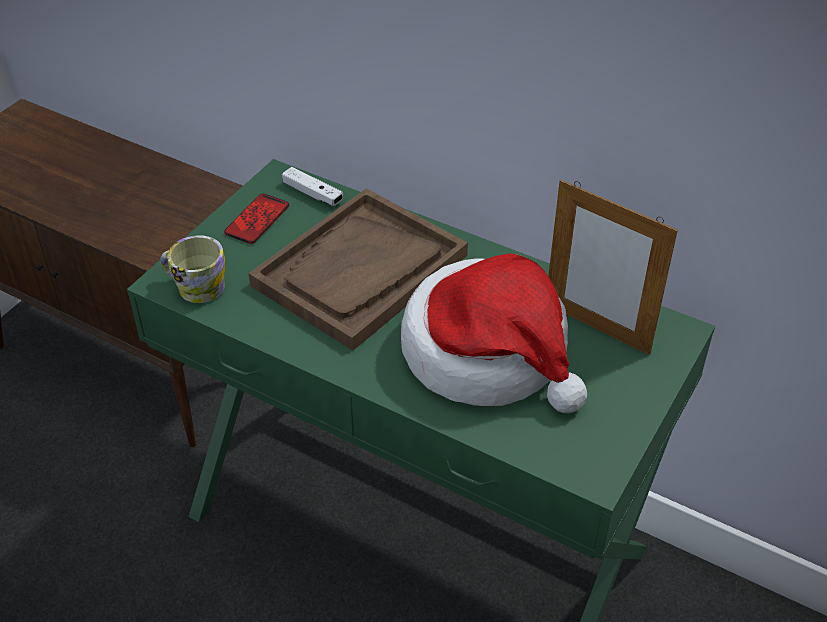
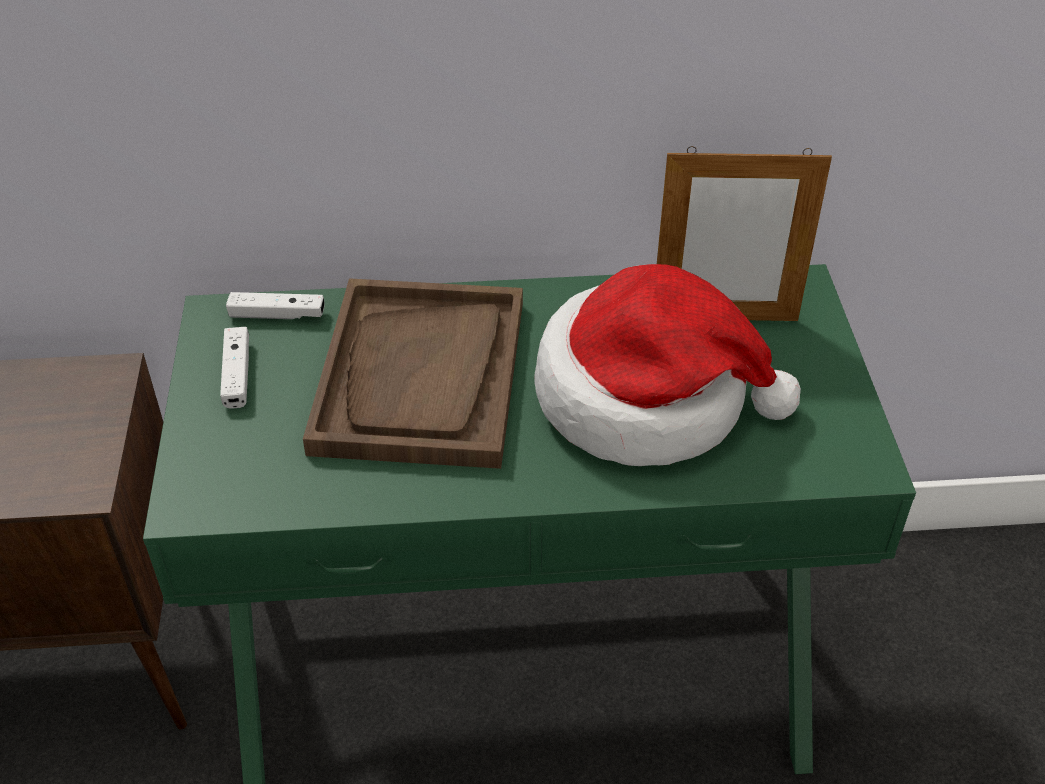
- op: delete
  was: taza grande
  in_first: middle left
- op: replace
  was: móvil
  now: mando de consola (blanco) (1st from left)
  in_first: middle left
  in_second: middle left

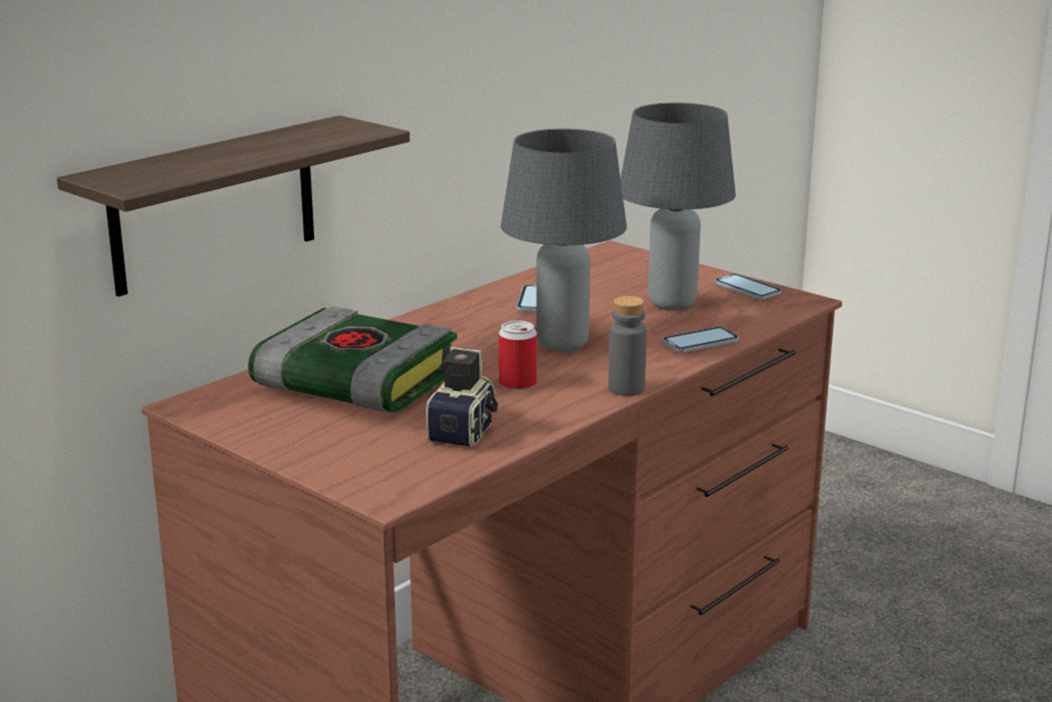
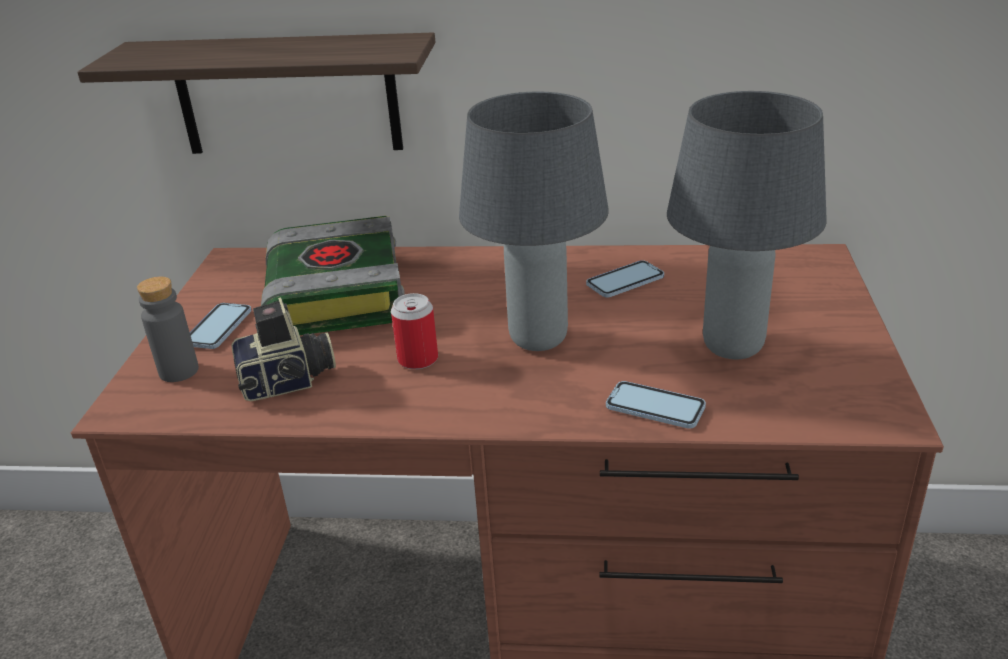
- op: move
  was: botella (gris)
  in_first: centre
  in_second: middle left
- op: move
  was: móvil (3rd from left in the first image)
  now: móvil (1st from left)
  in_first: middle right
  in_second: middle left

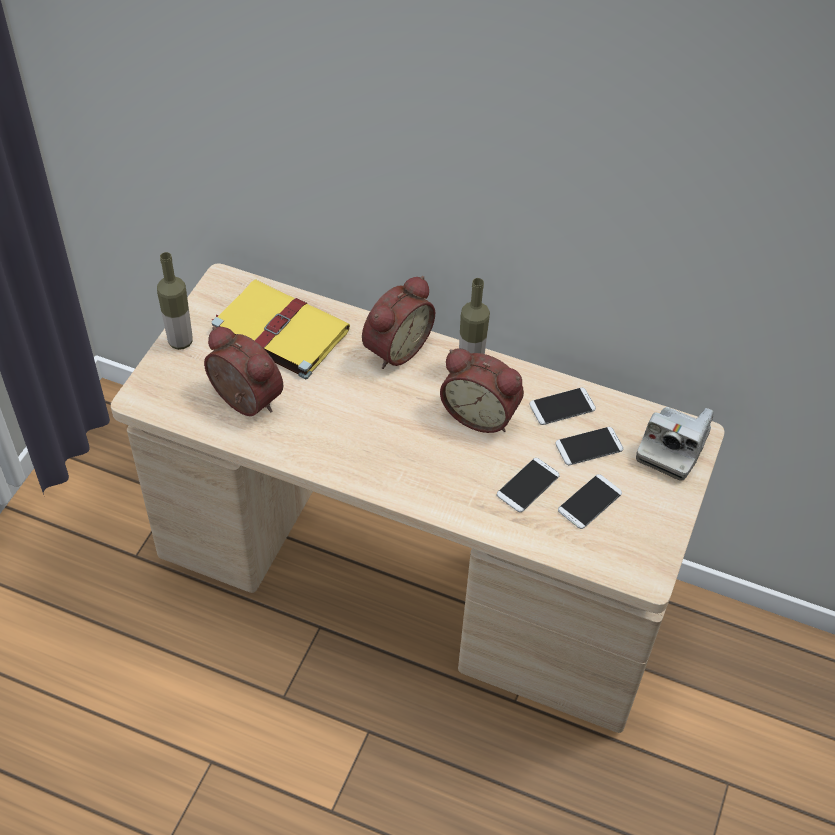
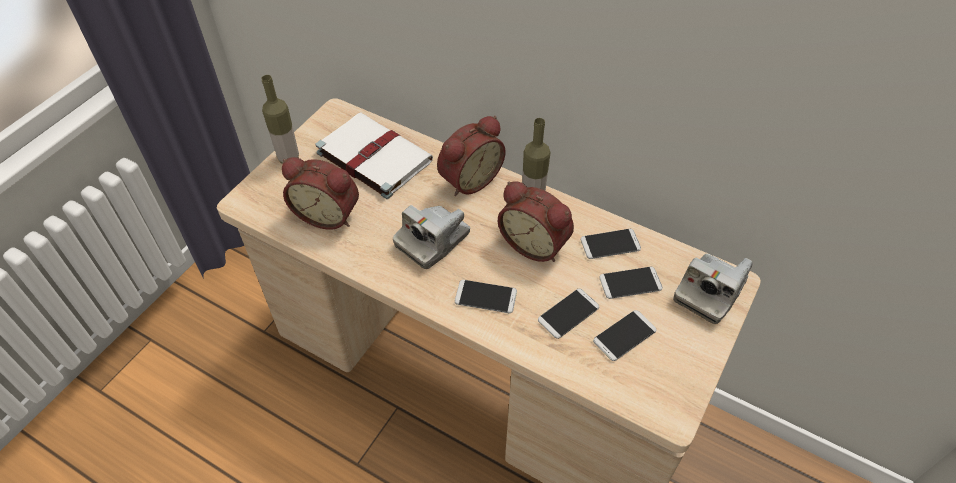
- op: rotate
  was: despertador (1st from left)
  in_first: middle left
  in_second: centre
  clockwise: 150
- op: recolor
  was: libro (amarillo)
  now: libro (blanco)
  in_first: centre
  in_second: top centre
- op: insert
  now: cámara (1st from left)
  in_second: centre
- op: insert
  now: móvil (1st from left)
  in_second: centre

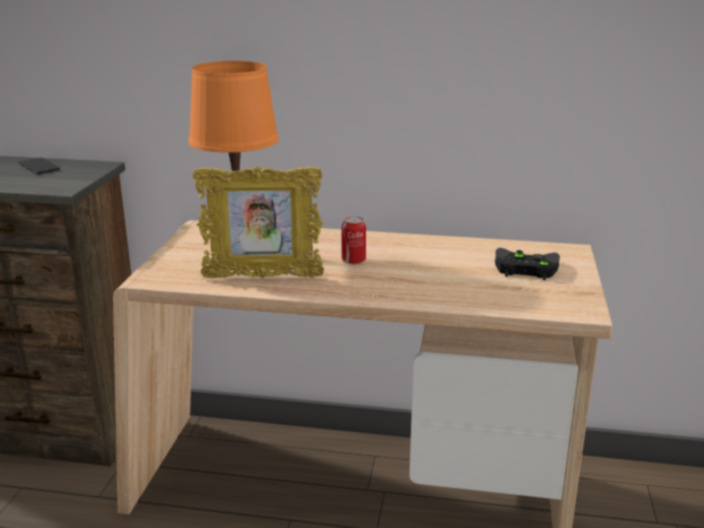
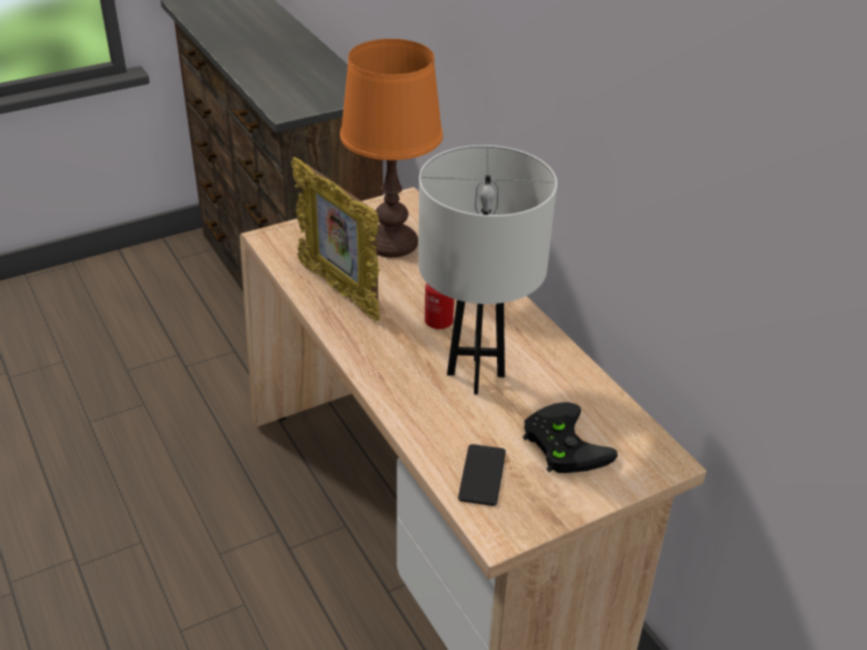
- op: move
  was: móvil
  in_first: top left
  in_second: bottom centre
- op: insert
  now: lámpara de mesa (blanco)
  in_second: centre

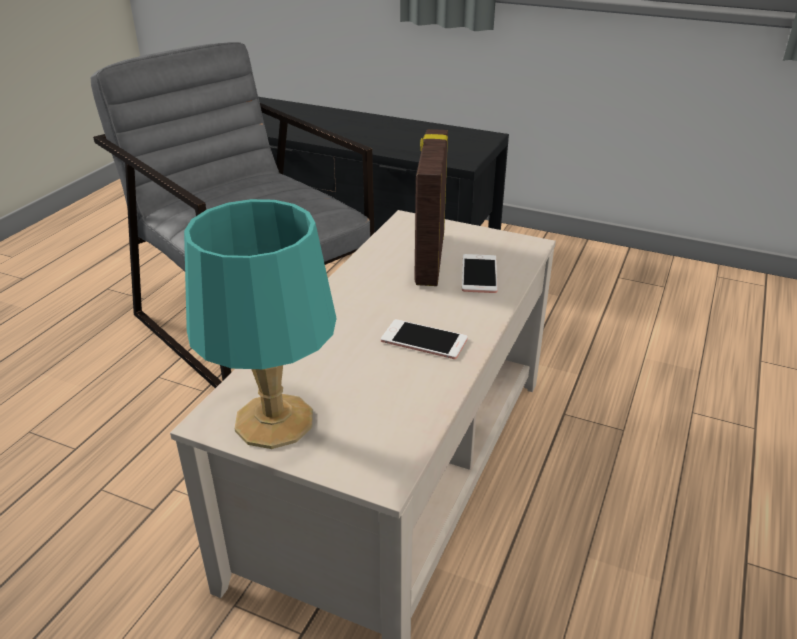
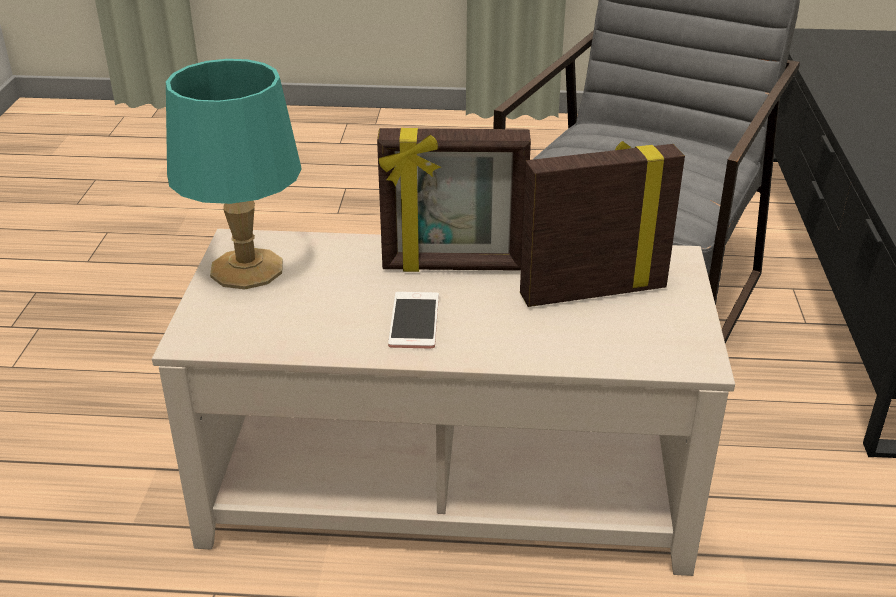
- op: delete
  was: móvil (2nd from left)
  in_first: centre
- op: insert
  now: portarretratos (1st from left)
  in_second: centre

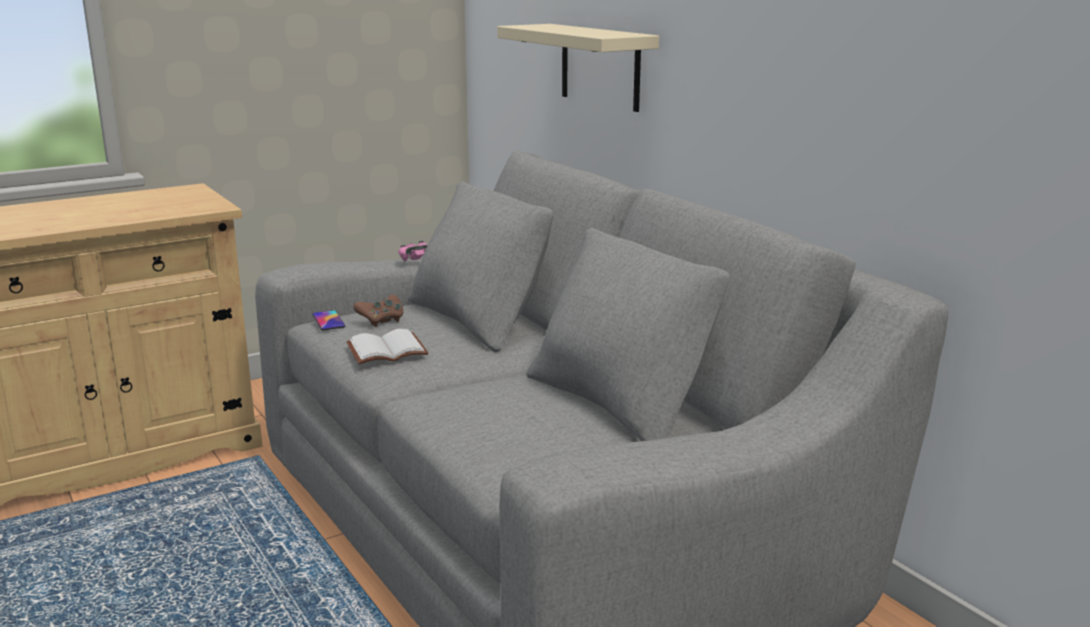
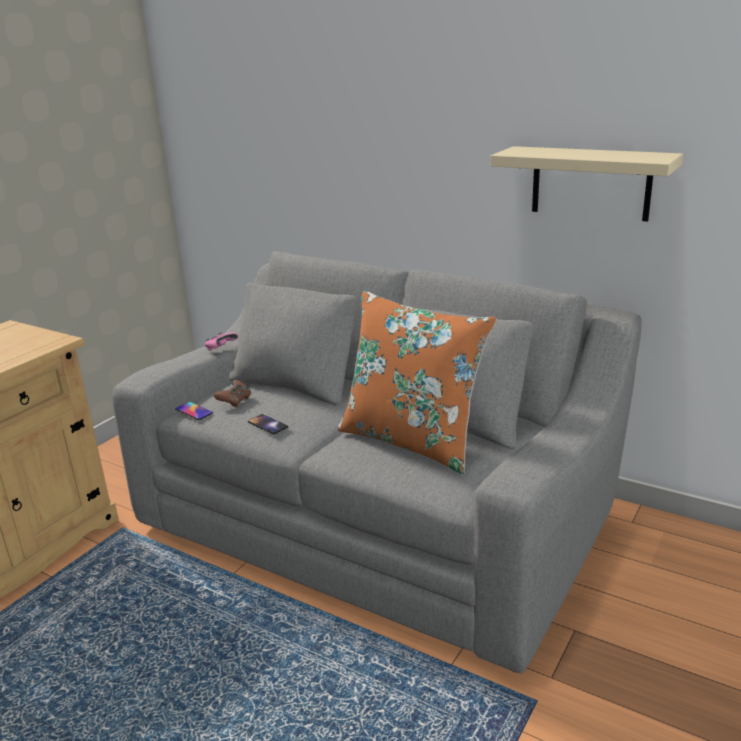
- op: replace
  was: libro (blanco)
  now: móvil (2nd from left)
  in_first: centre
  in_second: centre
- op: move
  was: estante (beis)
  in_first: top centre
  in_second: top right
- op: insert
  now: cojín (naranja)
  in_second: centre

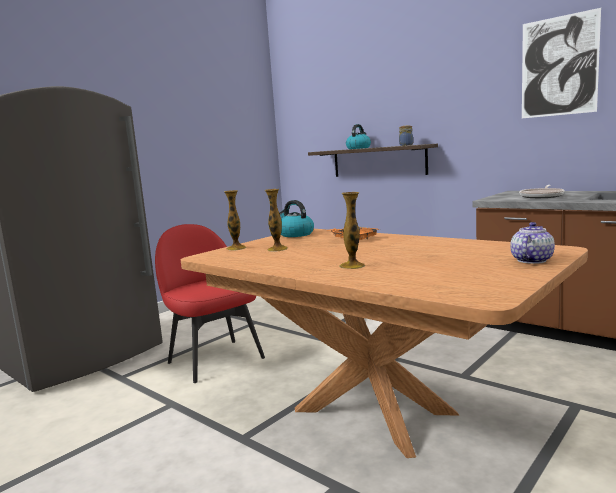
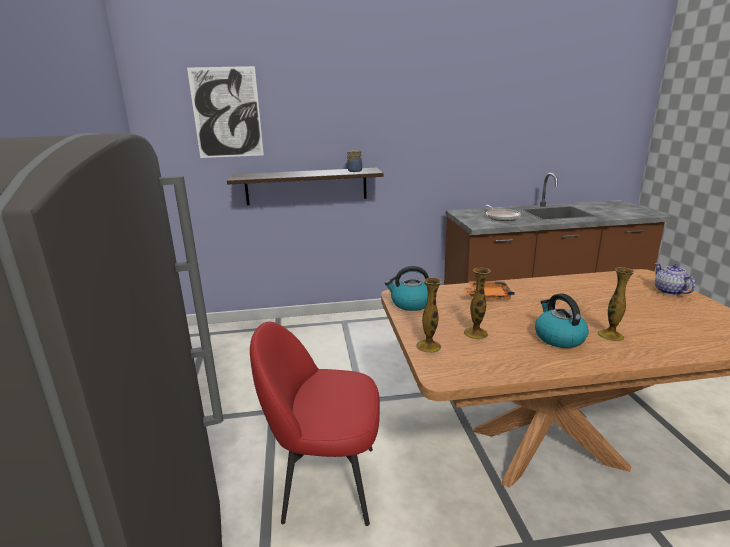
- op: move
  was: hervidor (2nd from left)
  in_first: top centre
  in_second: middle right
- op: move
  was: cuadro
  in_first: top right
  in_second: top left

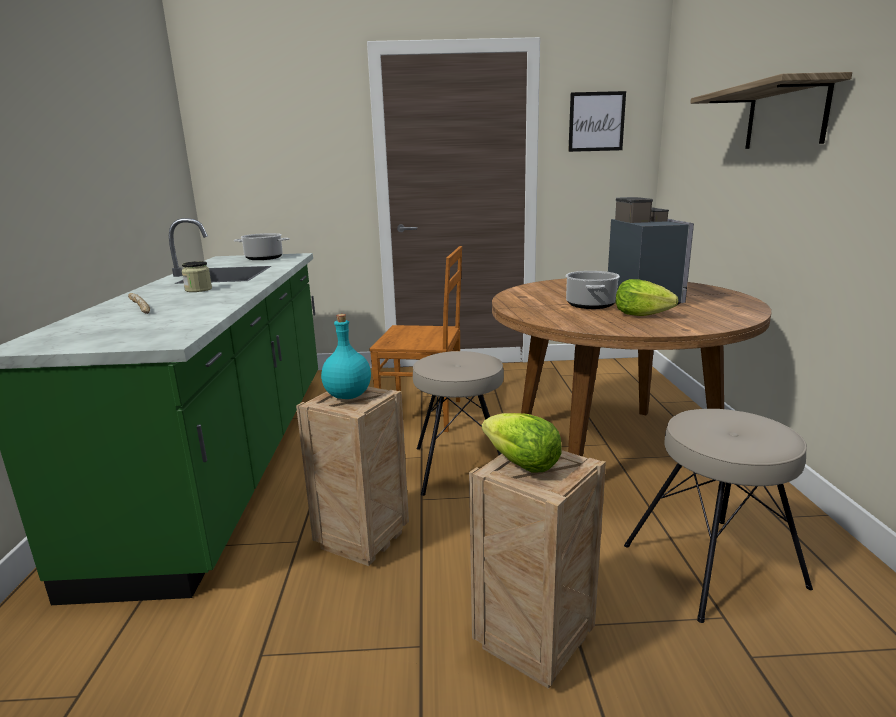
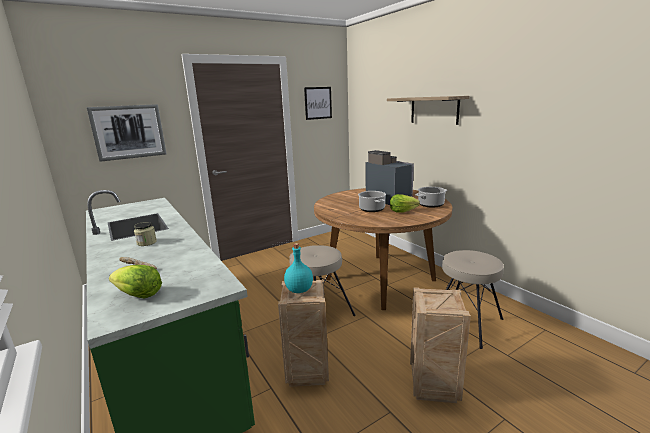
- op: move
  was: olla (1st from left in the first image)
  now: olla (2nd from left)
  in_first: middle left
  in_second: centre
- op: delete
  was: silla (marrón)
  in_first: centre
- op: move
  was: lechuga (1st from left)
  in_first: centre
  in_second: middle left
- op: insert
  now: cuadro (1st from left)
  in_second: top left

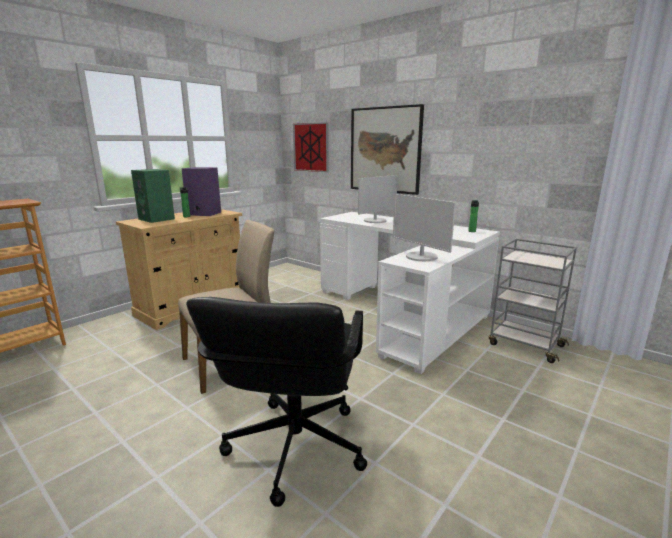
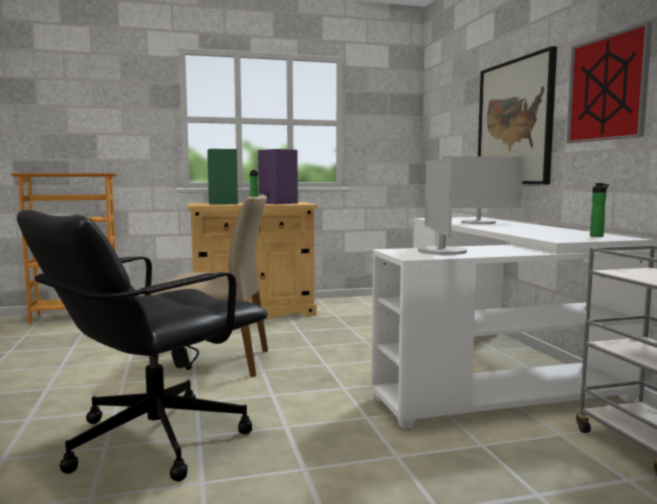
- op: move
  was: cuadro (1st from left in the first image)
  now: cuadro (2nd from left)
  in_first: top centre
  in_second: top right

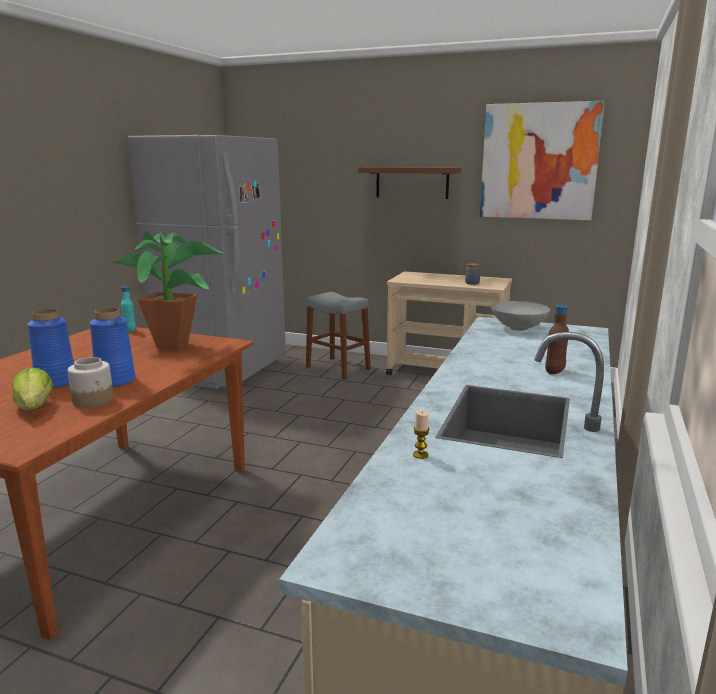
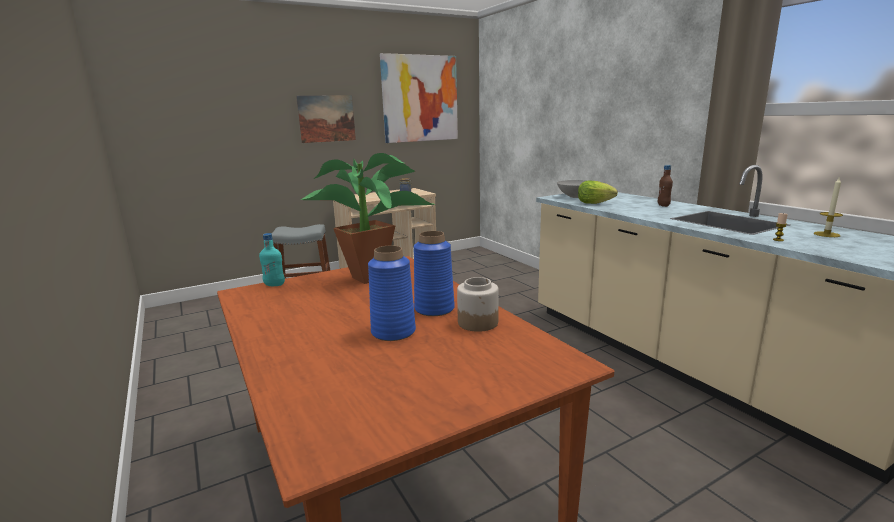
- op: move
  was: lechuga
  in_first: middle left
  in_second: middle right
- op: delete
  was: nevera (gris)
  in_first: middle left
- op: replace
  was: estante (marrón)
  now: cuadro (1st from left)
  in_first: top centre
  in_second: top centre
- op: insert
  now: vela (2nd from left)
  in_second: middle right

